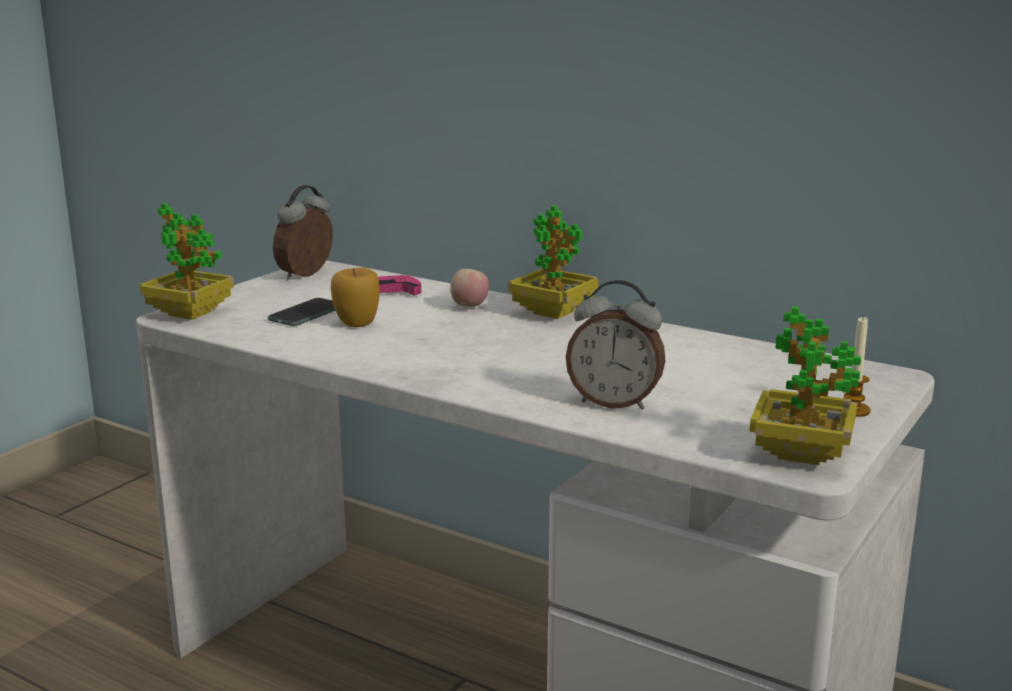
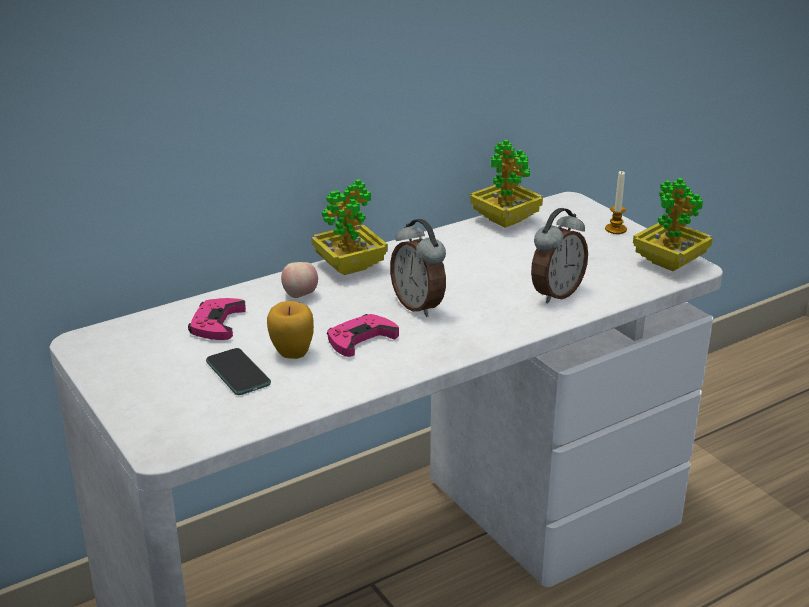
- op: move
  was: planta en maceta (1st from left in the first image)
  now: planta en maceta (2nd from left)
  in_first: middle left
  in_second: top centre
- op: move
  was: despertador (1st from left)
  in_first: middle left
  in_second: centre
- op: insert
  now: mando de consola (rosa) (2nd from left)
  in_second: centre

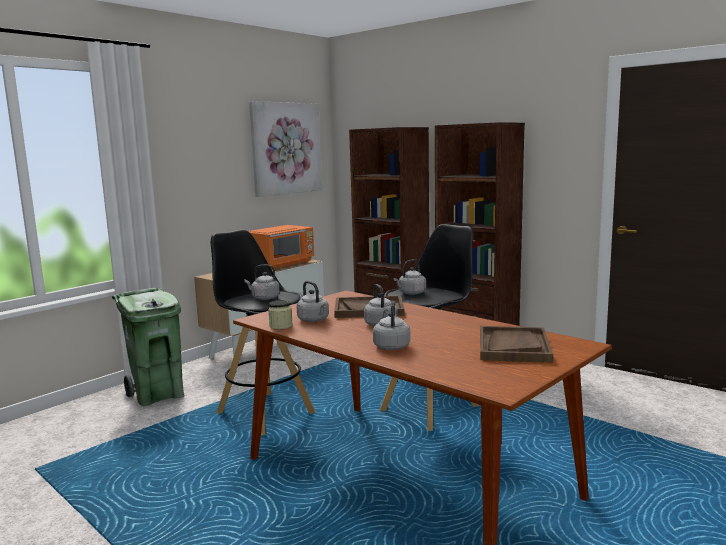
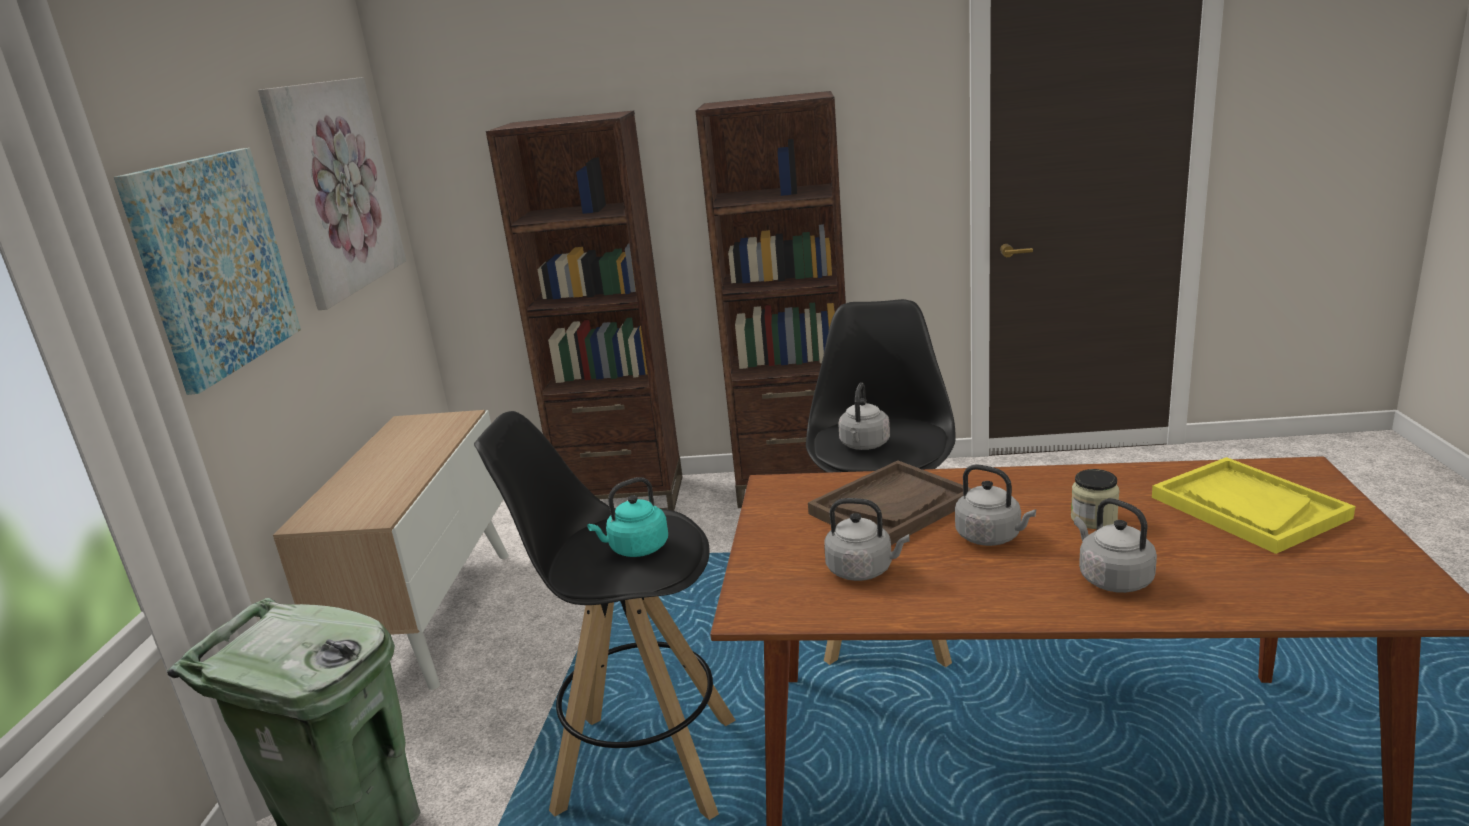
- op: recolor
  was: hervidor (gris) (1st from left)
  now: hervidor (turquesa)
  in_first: centre
  in_second: centre
- op: delete
  was: microondas (naranja)
  in_first: centre
- op: move
  was: tarro
  in_first: centre
  in_second: middle right
- op: recolor
  was: bandeja (marrón) (2nd from left)
  now: bandeja (amarillo)
  in_first: middle right
  in_second: middle right
- op: insert
  now: cuadro (1st from left)
  in_second: top left

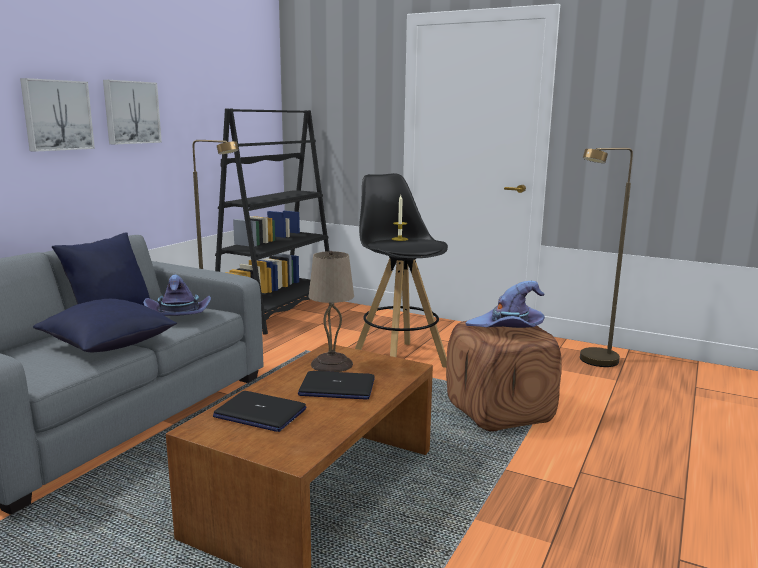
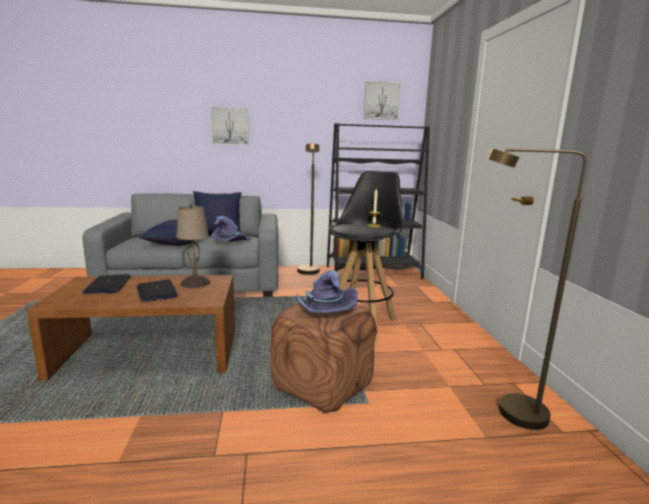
- op: move
  was: cuadro (2nd from left)
  in_first: top left
  in_second: top centre

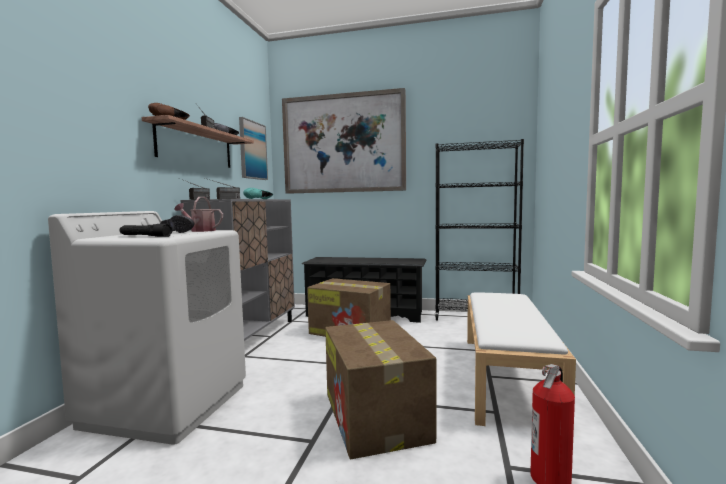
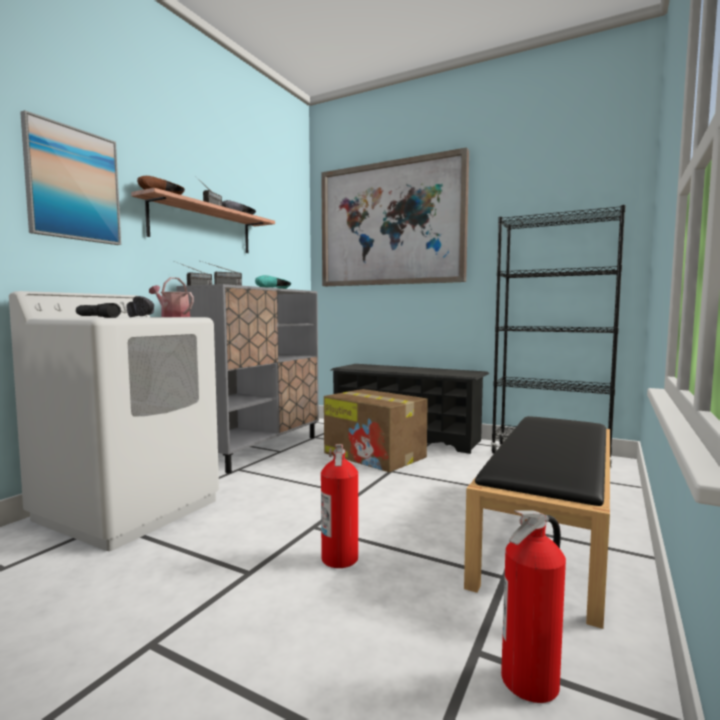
- op: move
  was: cuadro (1st from left)
  in_first: top centre
  in_second: top left
- op: replace
  was: caja de cartón (2nd from left)
  now: extintor (1st from left)
  in_first: bottom centre
  in_second: bottom centre
- op: recolor
  was: banco (blanco)
  now: banco (negro)
  in_first: bottom right
  in_second: bottom right

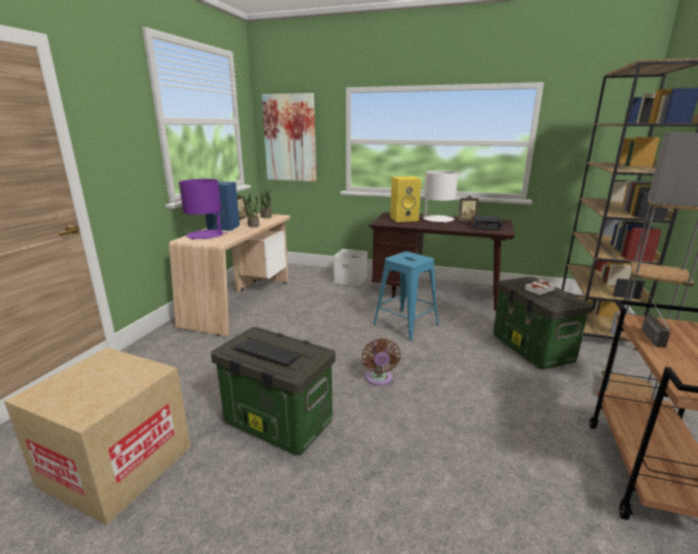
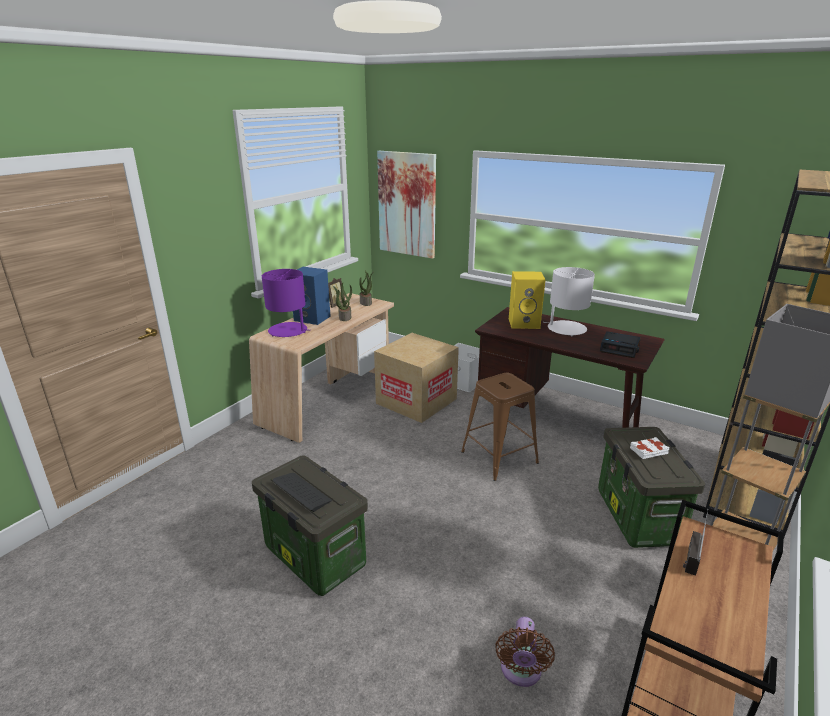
- op: move
  was: caja de cartón
  in_first: bottom left
  in_second: centre
- op: move
  was: ventilador (marrón)
  in_first: centre
  in_second: bottom centre
- op: recolor
  was: taburete (azul)
  now: taburete (marrón)
  in_first: centre
  in_second: centre
- op: delete
  was: portarretratos (2nd from left)
  in_first: middle right

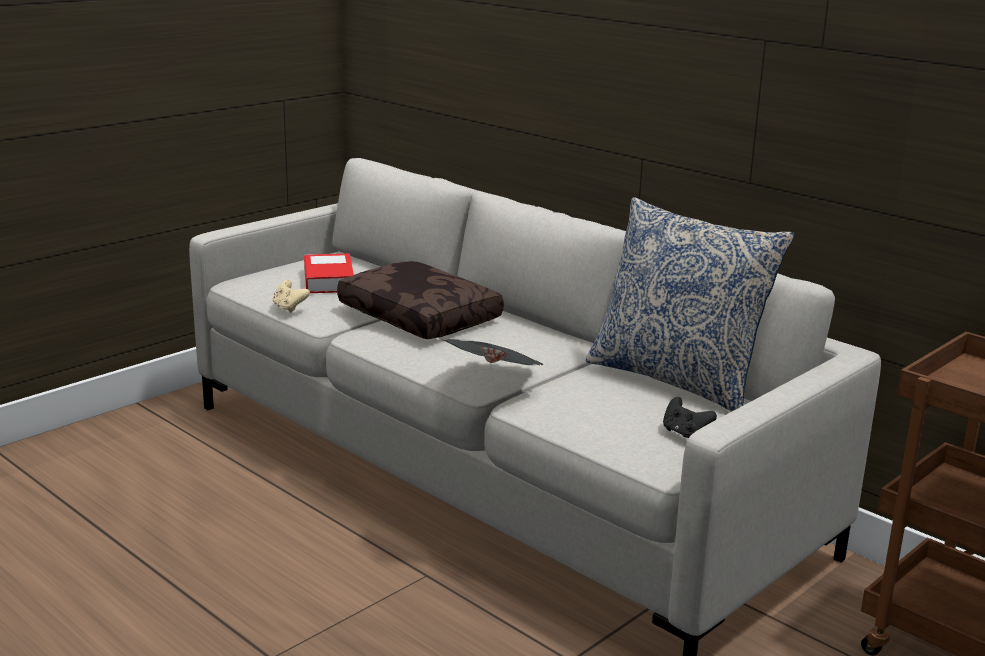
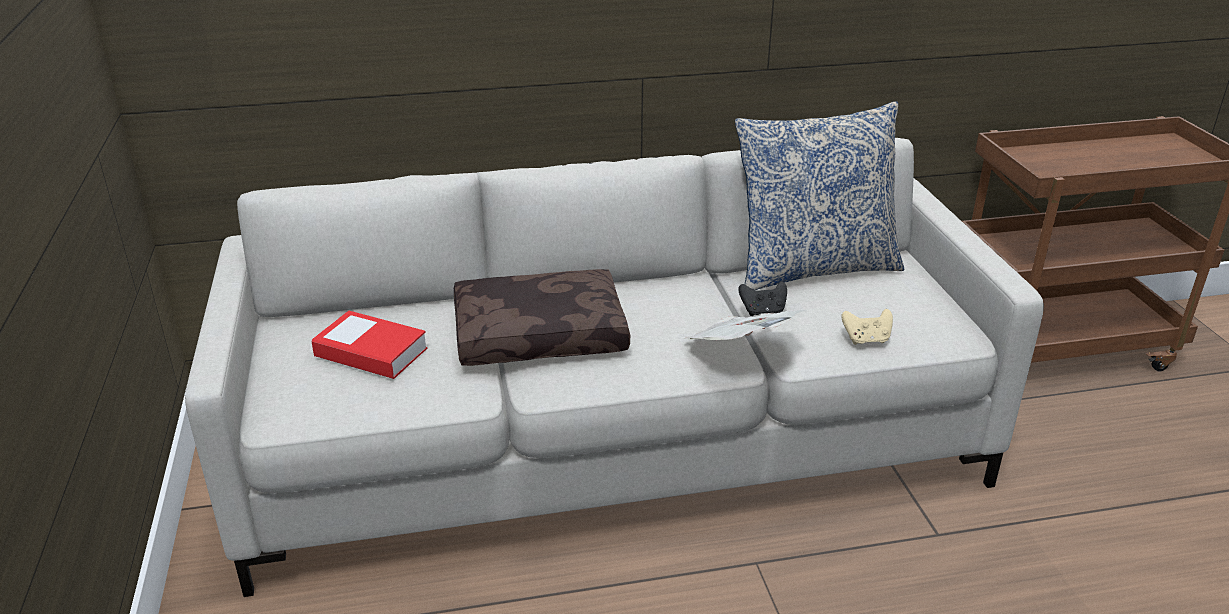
- op: move
  was: mando de consola (beis)
  in_first: middle left
  in_second: middle right
- op: move
  was: mando de consola (negro)
  in_first: middle right
  in_second: centre

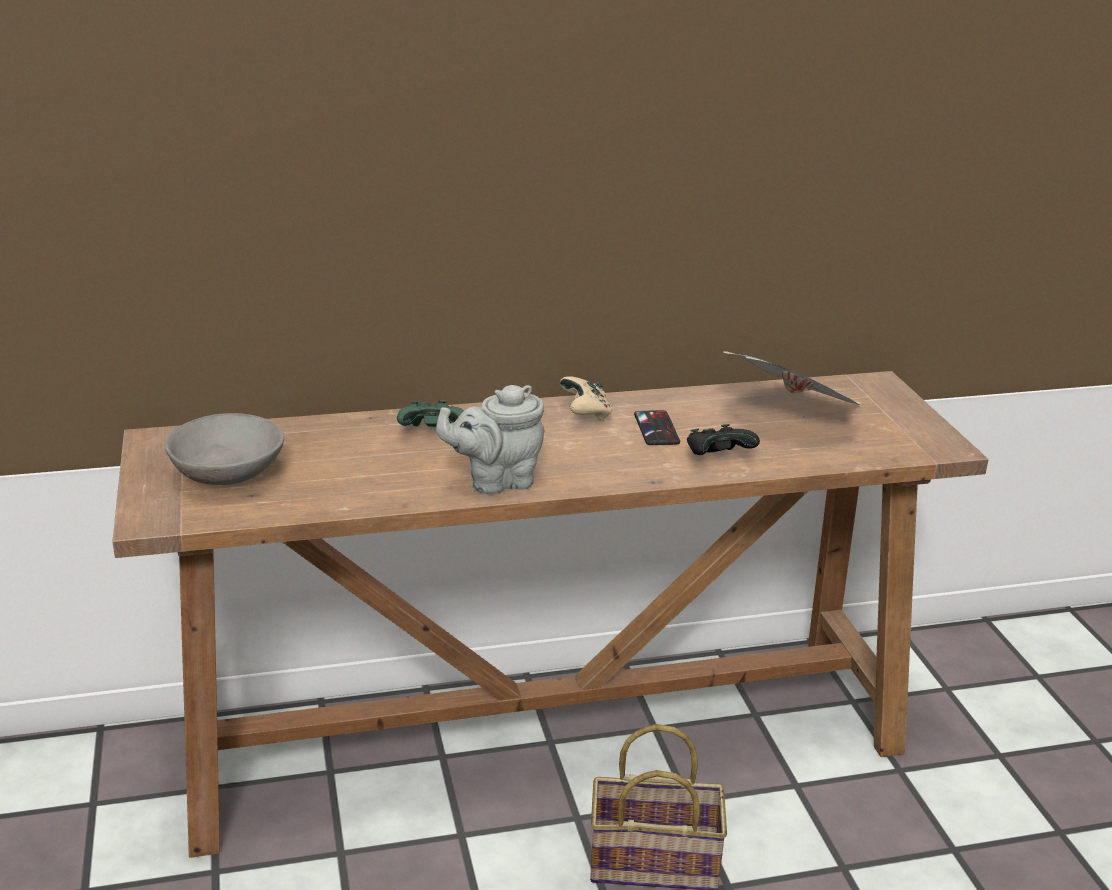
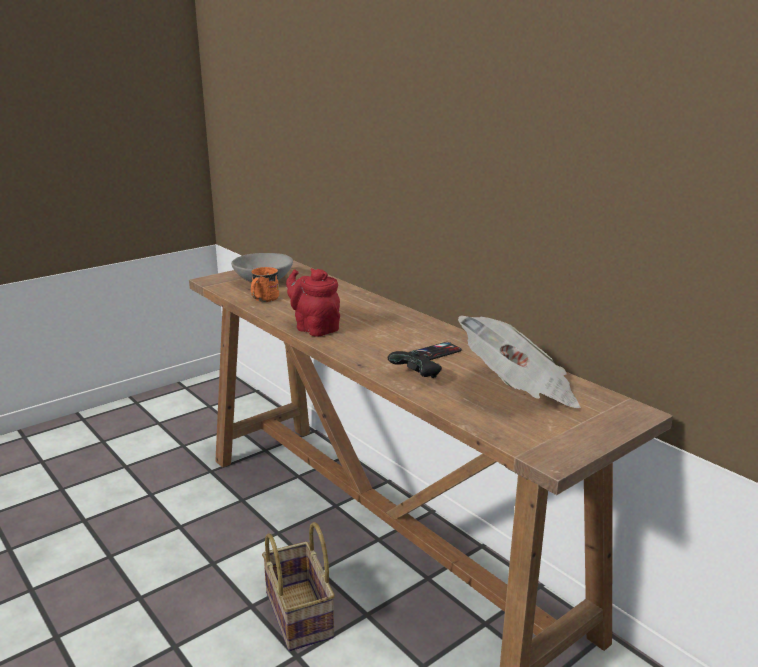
- op: delete
  was: mando de consola (verde)
  in_first: centre
- op: recolor
  was: tetera (gris)
  now: tetera (rojo)
  in_first: centre
  in_second: centre
- op: delete
  was: mando de consola (beis)
  in_first: centre
- op: insert
  now: taza grande (naranja)
  in_second: centre

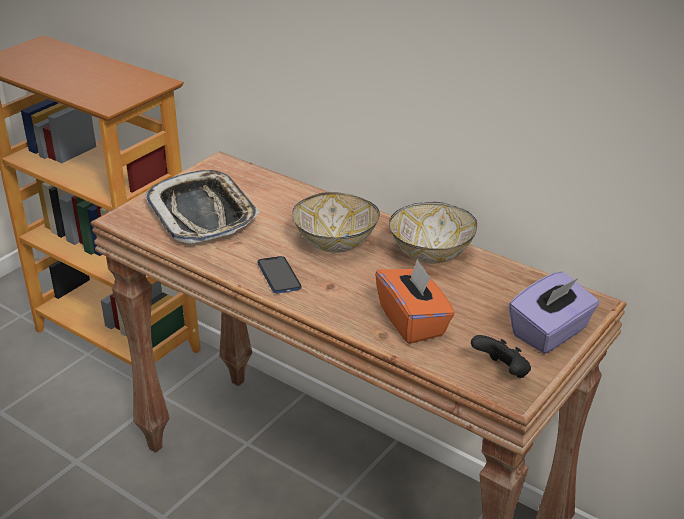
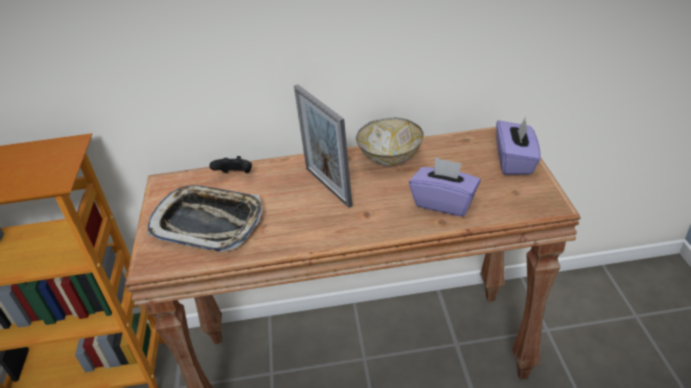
- op: delete
  was: móvil
  in_first: centre
- op: replace
  was: cuenco (1st from left)
  now: portarretratos
  in_first: centre
  in_second: centre
- op: recolor
  was: caja de pañuelos (naranja)
  now: caja de pañuelos (morado) (1st from left)
  in_first: centre
  in_second: centre
- op: move
  was: mando de consola (negro)
  in_first: bottom right
  in_second: centre

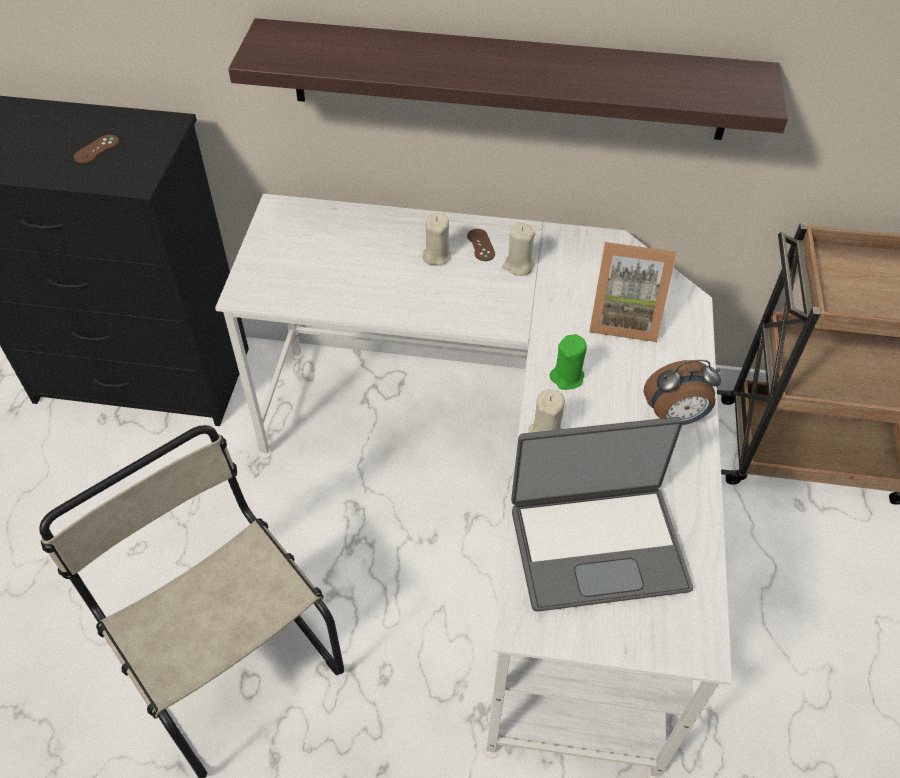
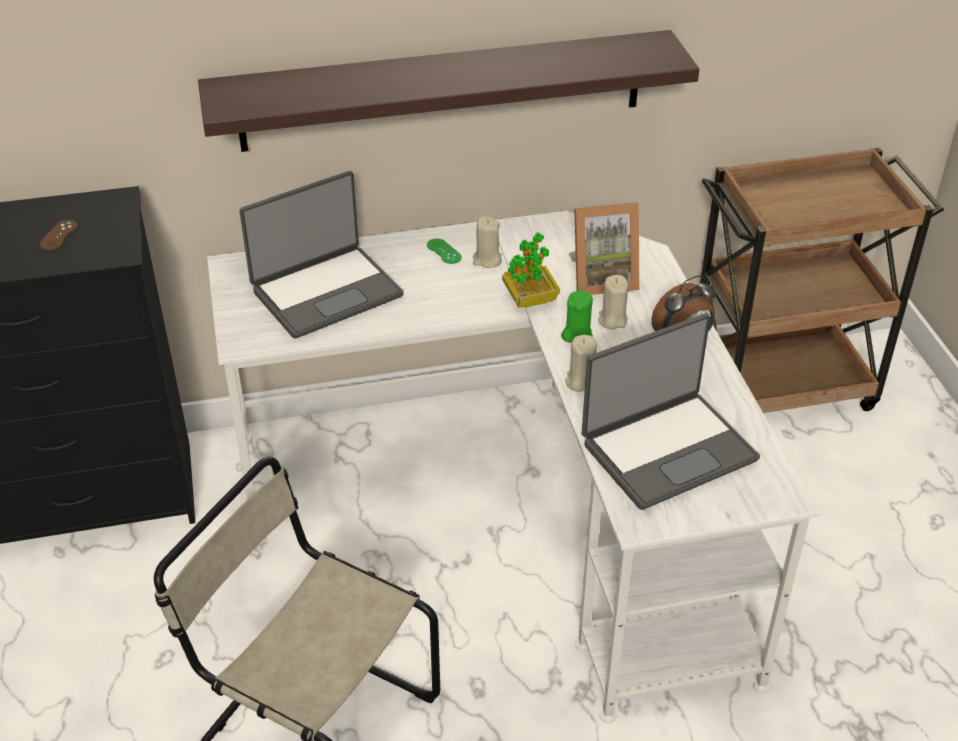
- op: move
  was: vela (beis) (1st from left in the first image)
  now: vela (beis) (3rd from left)
  in_first: top centre
  in_second: centre
- op: recolor
  was: mando de consola (marrón) (2nd from left)
  now: mando de consola (verde)
  in_first: top centre
  in_second: centre
- op: insert
  now: portátil (1st from left)
  in_second: centre
- op: insert
  now: planta en maceta
  in_second: centre

